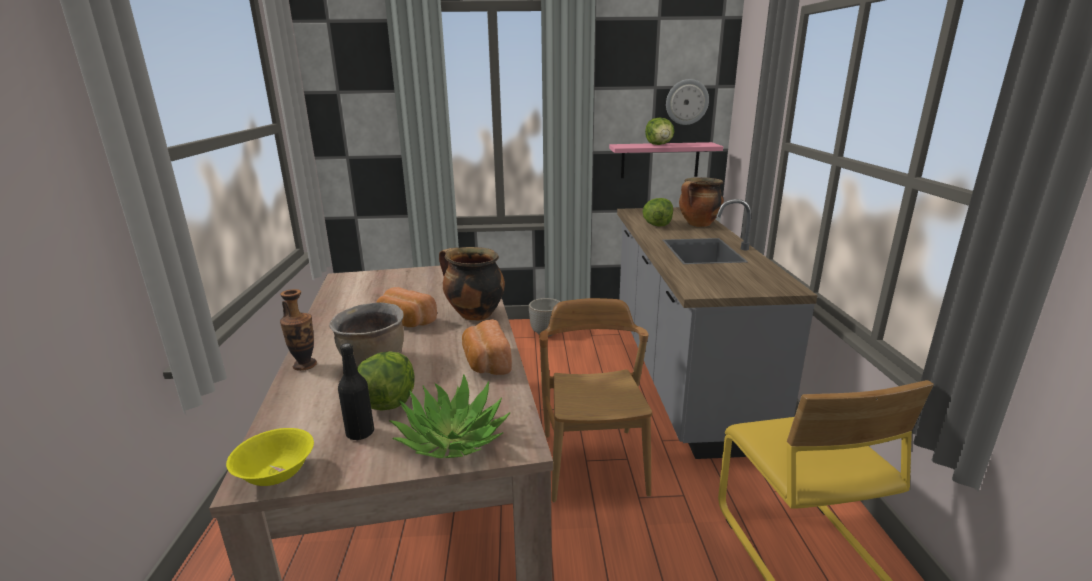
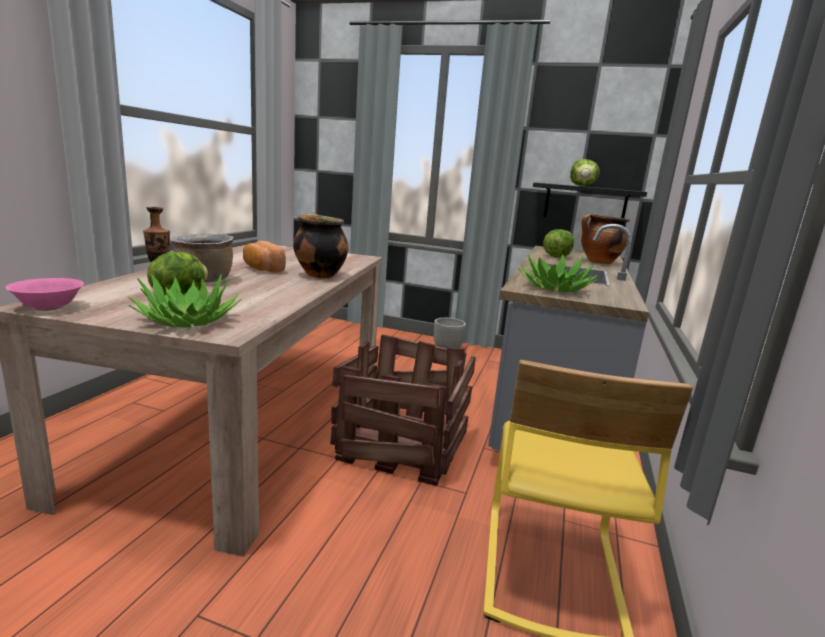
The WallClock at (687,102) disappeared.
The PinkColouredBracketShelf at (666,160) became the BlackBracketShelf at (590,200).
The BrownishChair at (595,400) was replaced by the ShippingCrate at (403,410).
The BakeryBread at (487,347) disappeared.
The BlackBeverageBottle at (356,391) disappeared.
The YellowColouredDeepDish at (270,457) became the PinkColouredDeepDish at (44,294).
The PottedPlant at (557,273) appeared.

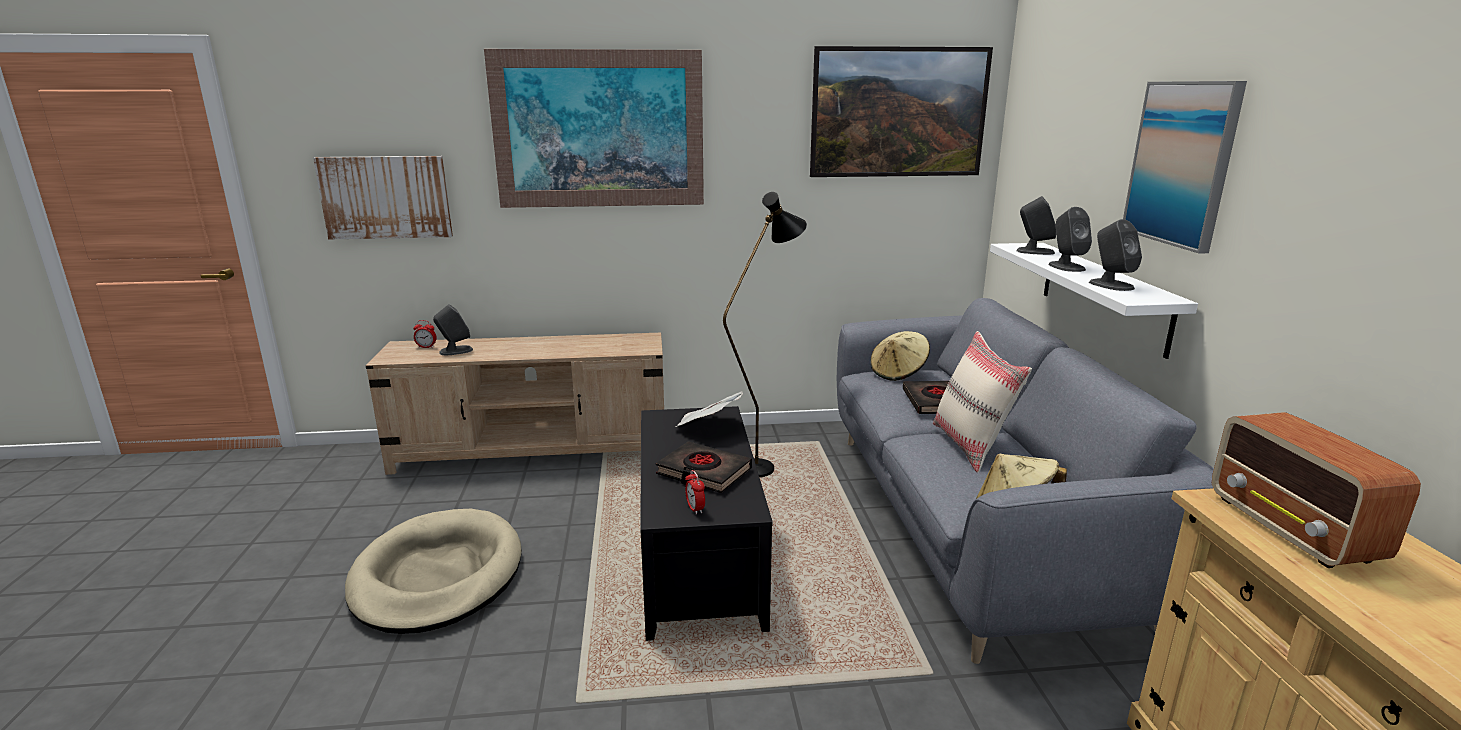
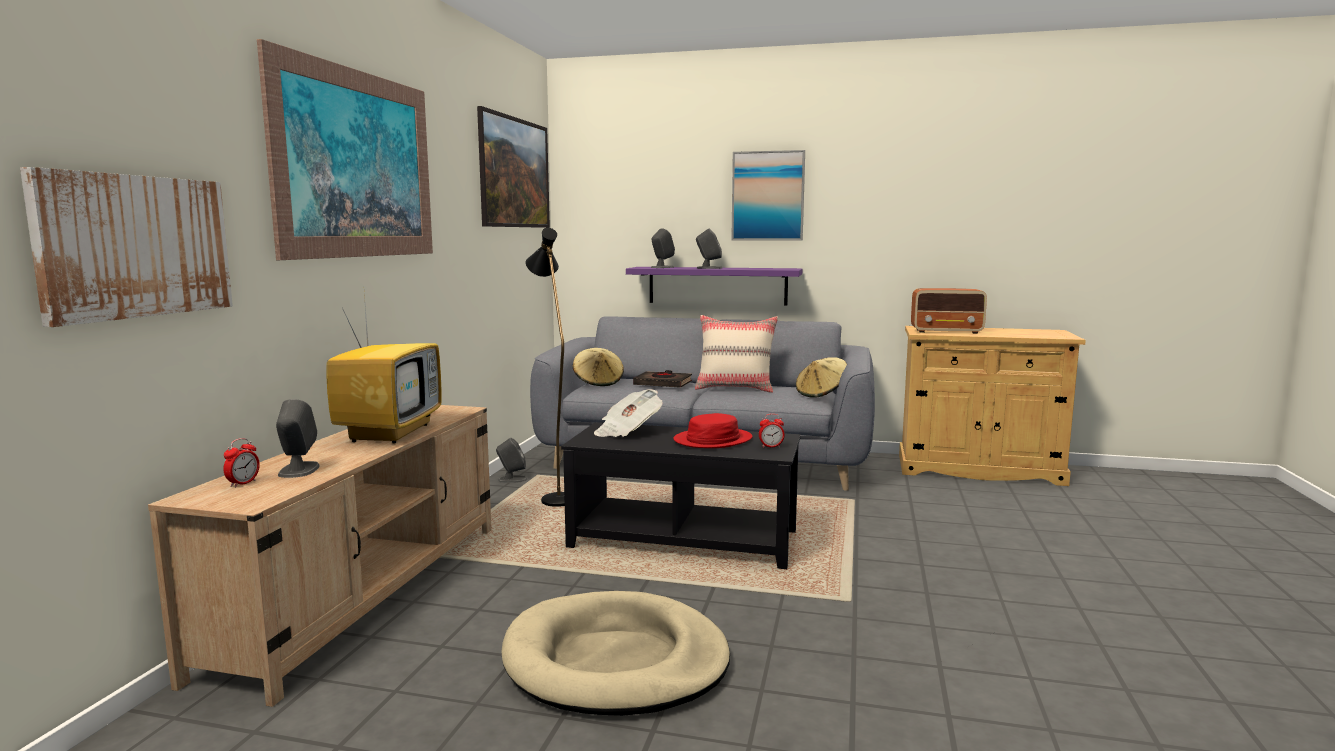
The GreyAudioSpeaker moved from (1115,255) to (511,460).
The WhiteBracketShelf at (1094,301) became the PurpleColouredBracketShelf at (714,286).
The BlackVolume at (704,467) was replaced by the ReddishWearableHat at (713,430).
The Tv at (384,369) appeared.

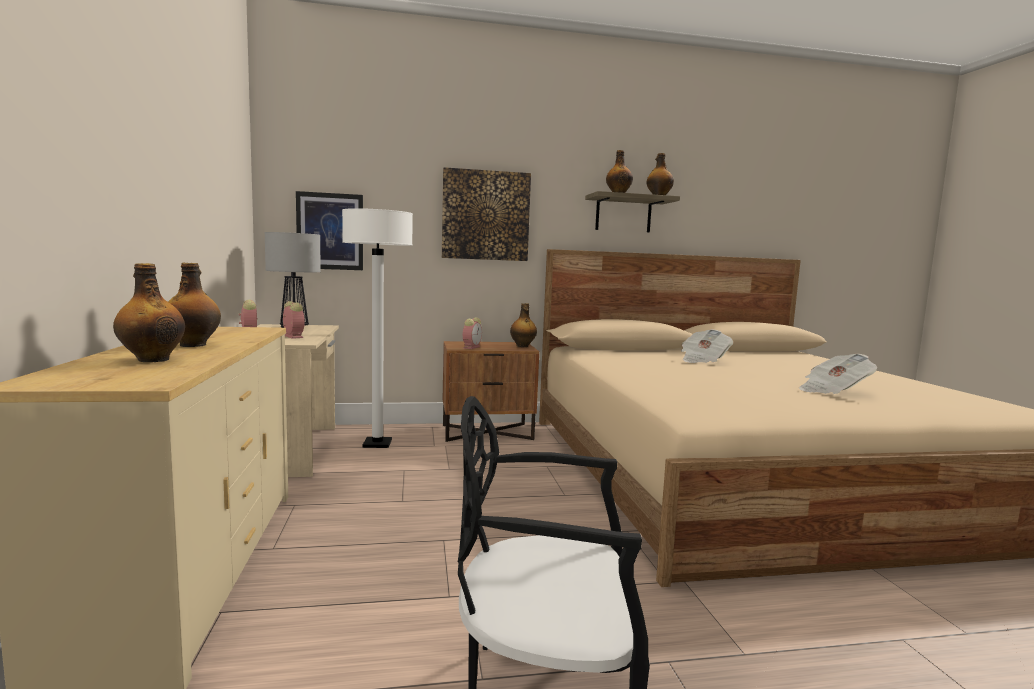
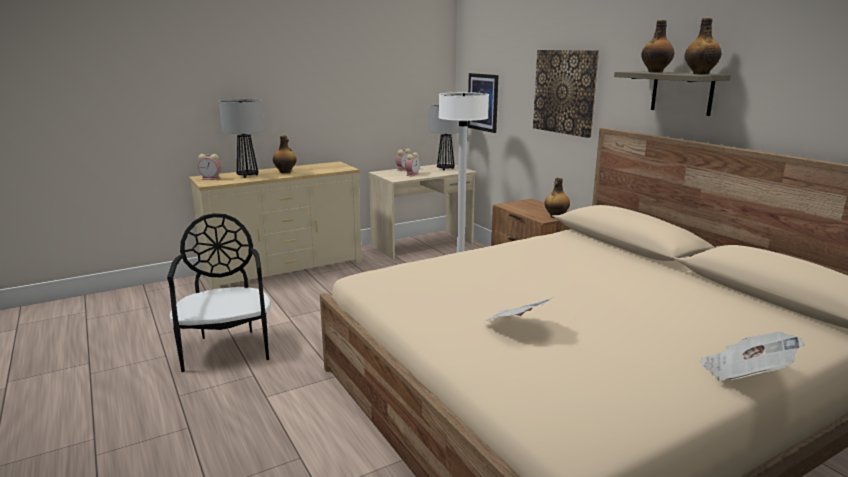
The BeverageBottle at (149,312) was replaced by the TableLamp at (242,138).
The BedsideClock moved from (472,333) to (209,167).
The DailyPaper moved from (707,346) to (752,356).

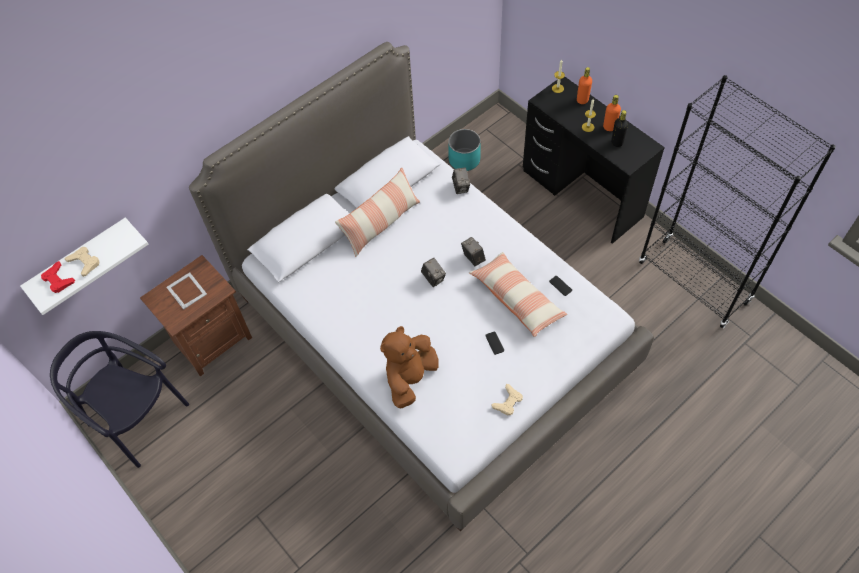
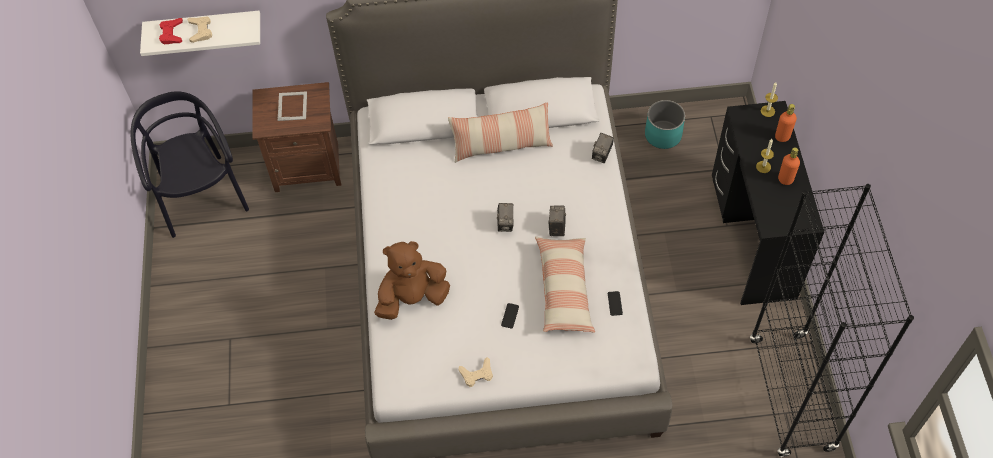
The BlackBeverageBottle at (619,128) disappeared.

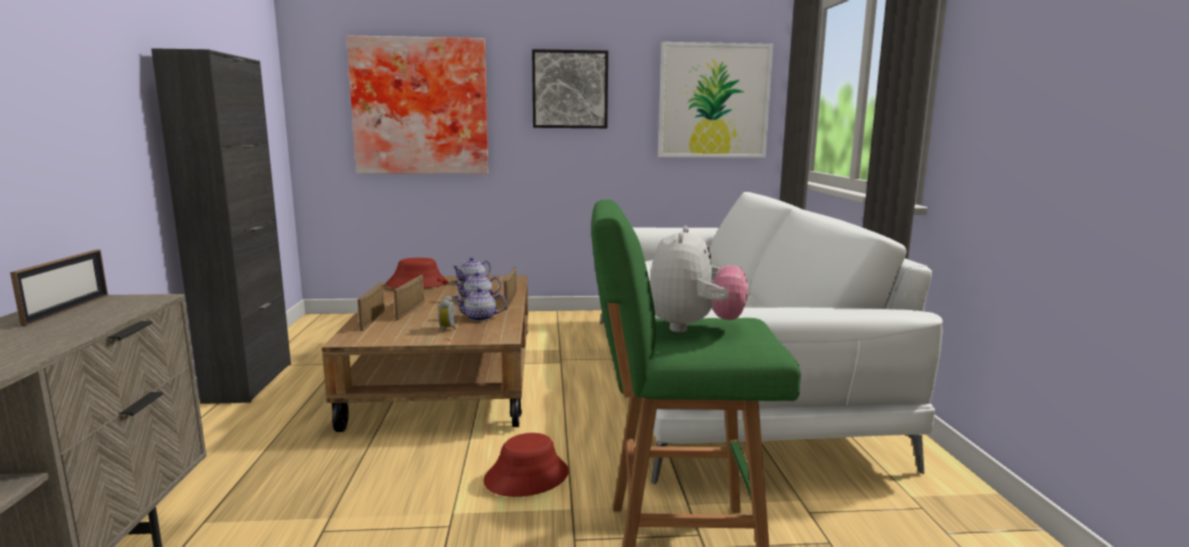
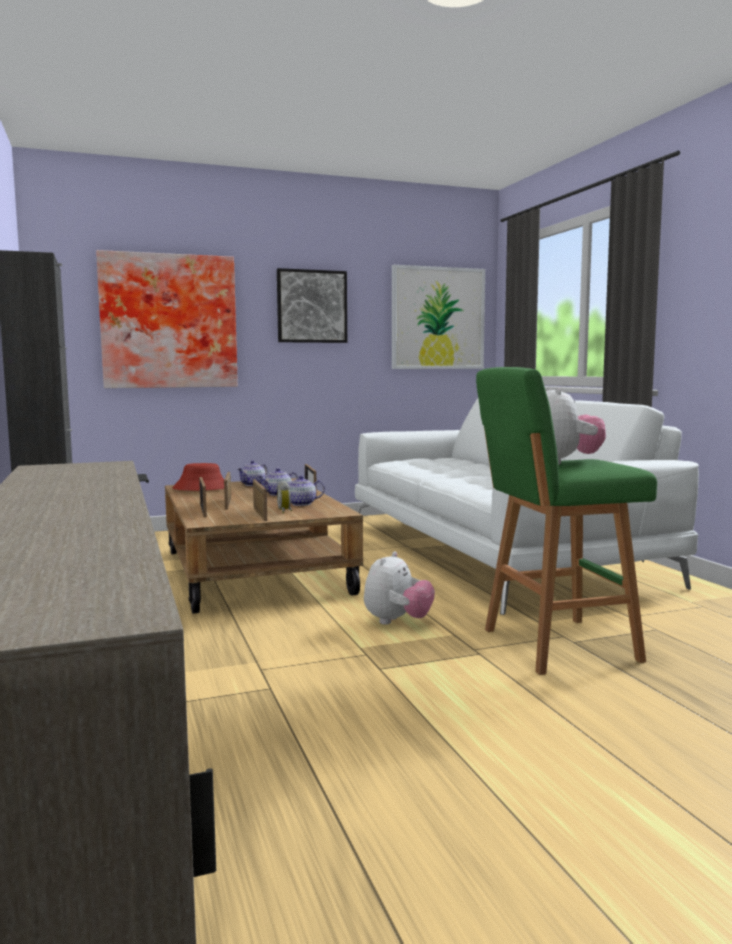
The StandingFrame moved from (59,287) to (260,500).
The ReddishWearableHat at (526,465) was replaced by the SoftToy at (399,588).

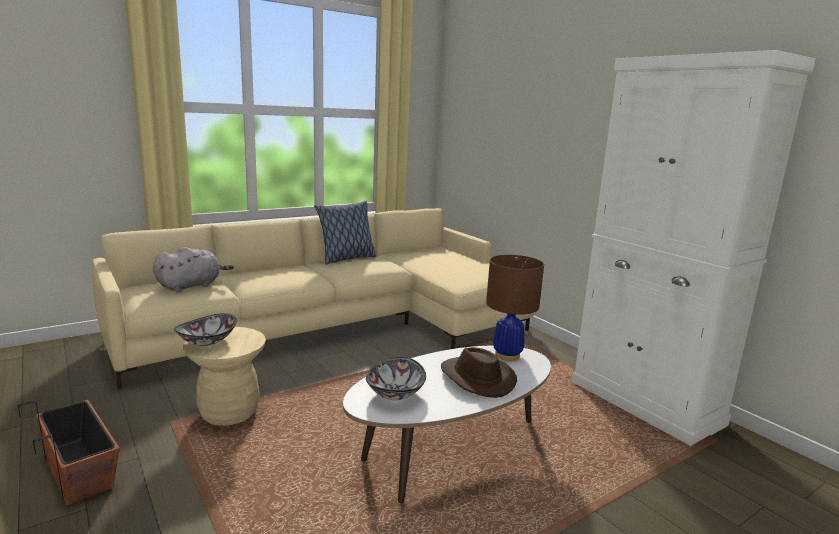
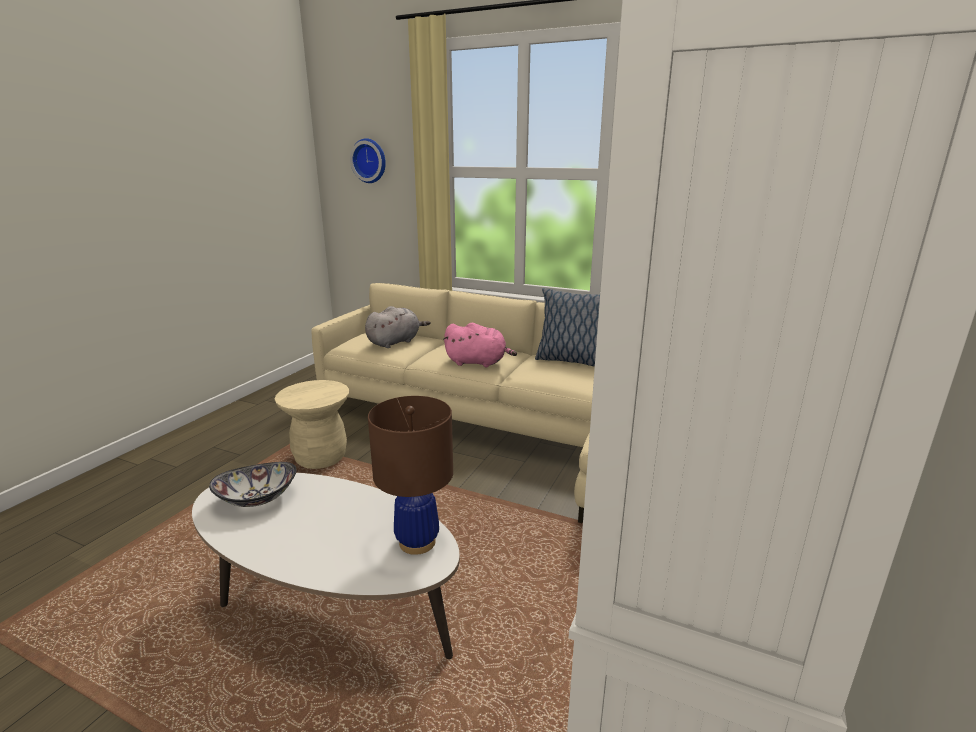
The GreySoftToy at (193,269) turned 60 degrees counterclockwise.
The DeepDish at (205,329) disappeared.
The BrownishWearableHat at (479,372) disappeared.
The FlowerPot at (69,452) disappeared.
The WallClock at (368,160) appeared.
The PinkColouredSoftToy at (480,345) appeared.

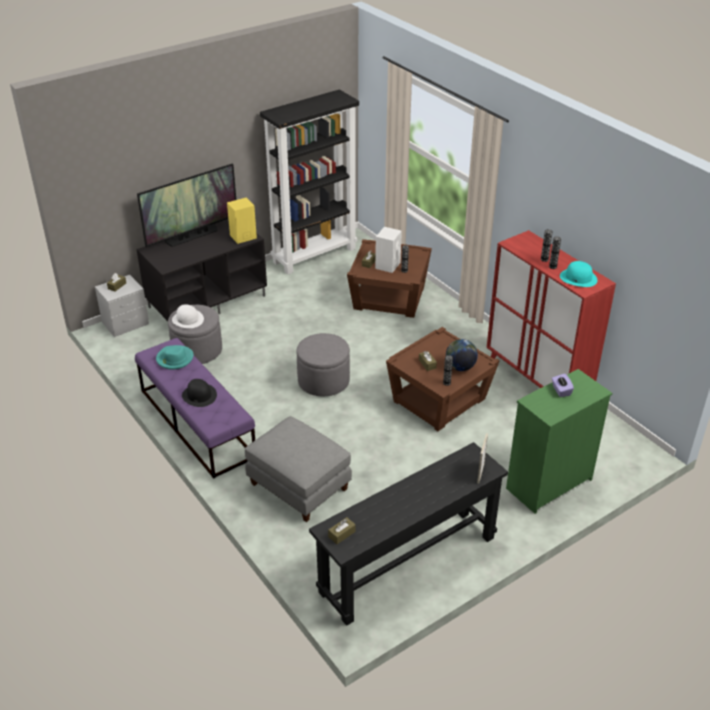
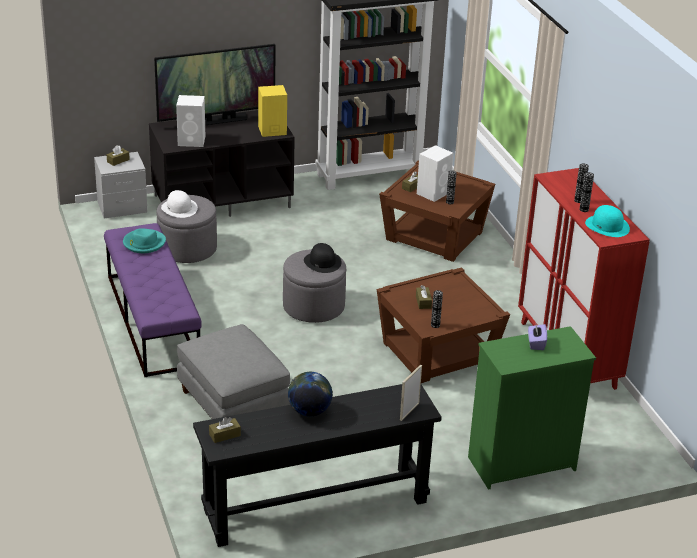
The DeskGlobe moved from (462,355) to (310,394).
The BlackWearableHat moved from (199,393) to (323,258).
The WhiteAudioSpeaker at (190,121) appeared.

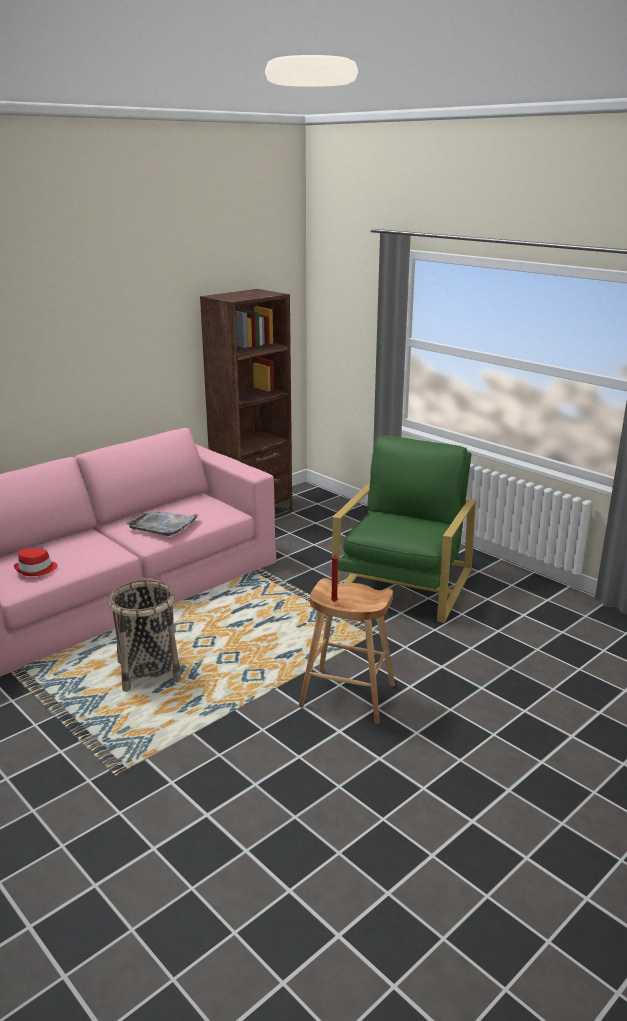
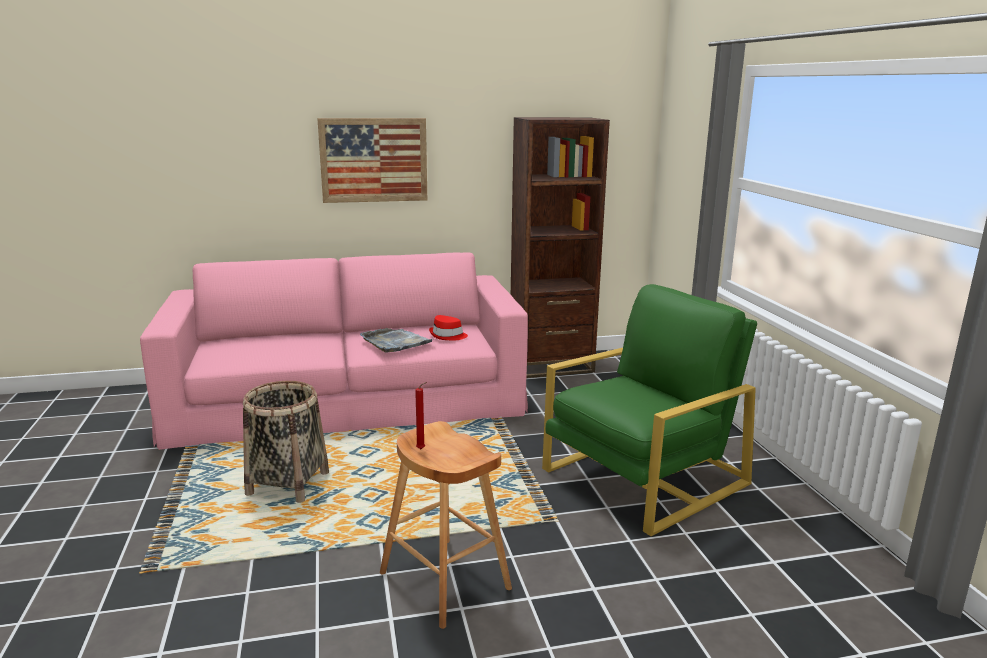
The ReddishWearableHat moved from (36,562) to (448,328).
The Picture at (372,160) appeared.

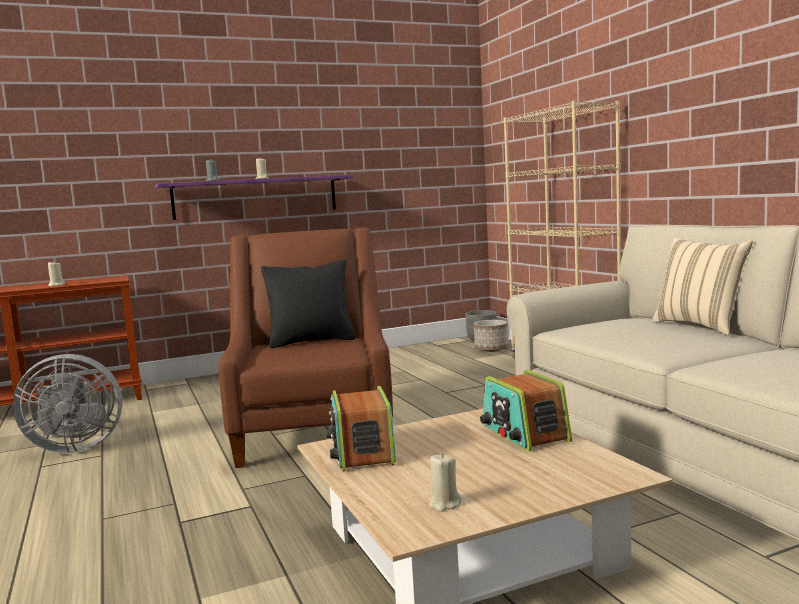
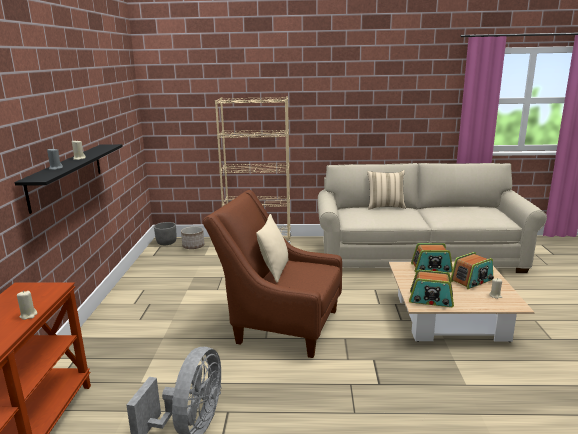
The PurpleColouredBracketShelf at (254,197) became the BlackBracketShelf at (68,179).
The BlackThrowPillow at (308,303) became the SandColouredThrowPillow at (272,248).
The Radio at (472,270) appeared.

